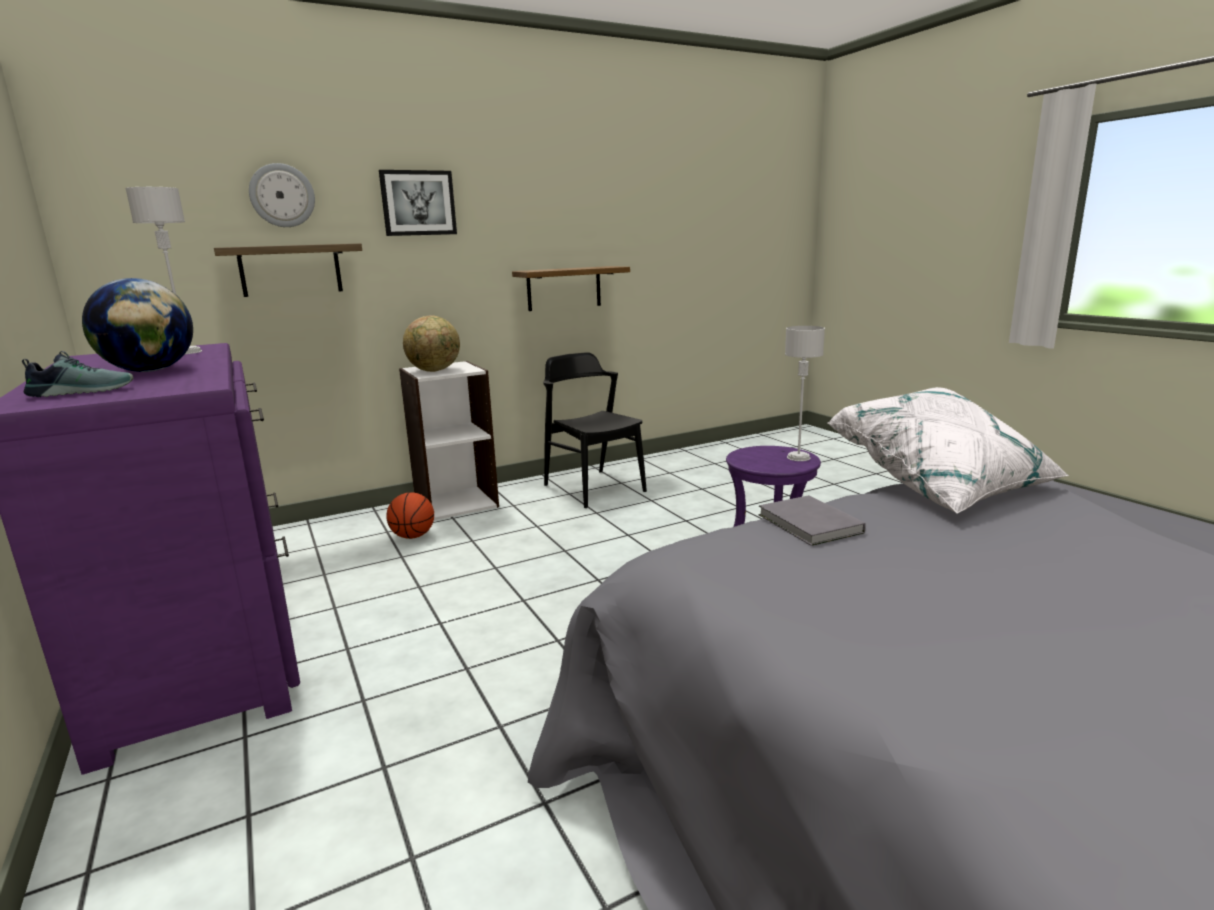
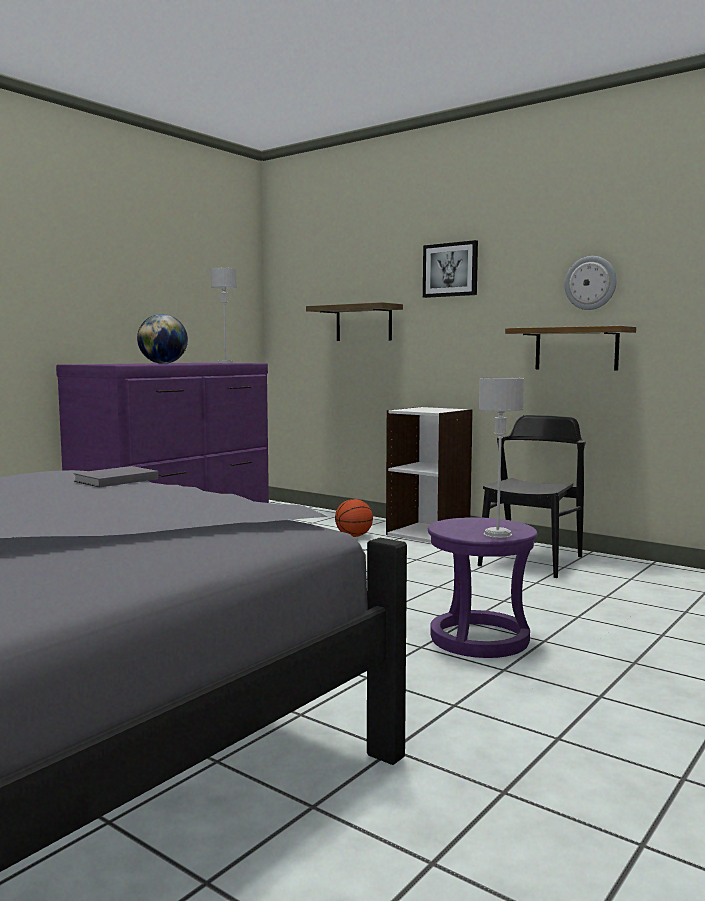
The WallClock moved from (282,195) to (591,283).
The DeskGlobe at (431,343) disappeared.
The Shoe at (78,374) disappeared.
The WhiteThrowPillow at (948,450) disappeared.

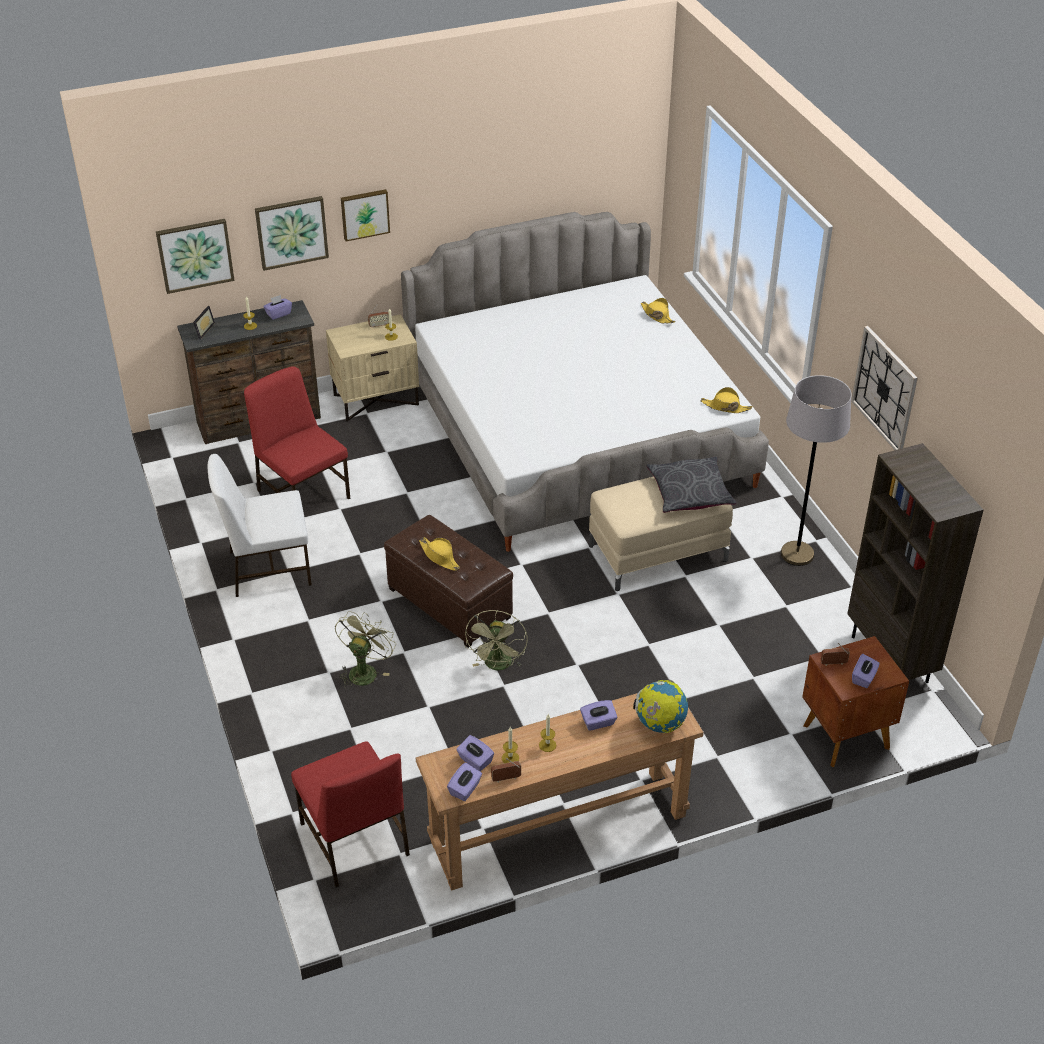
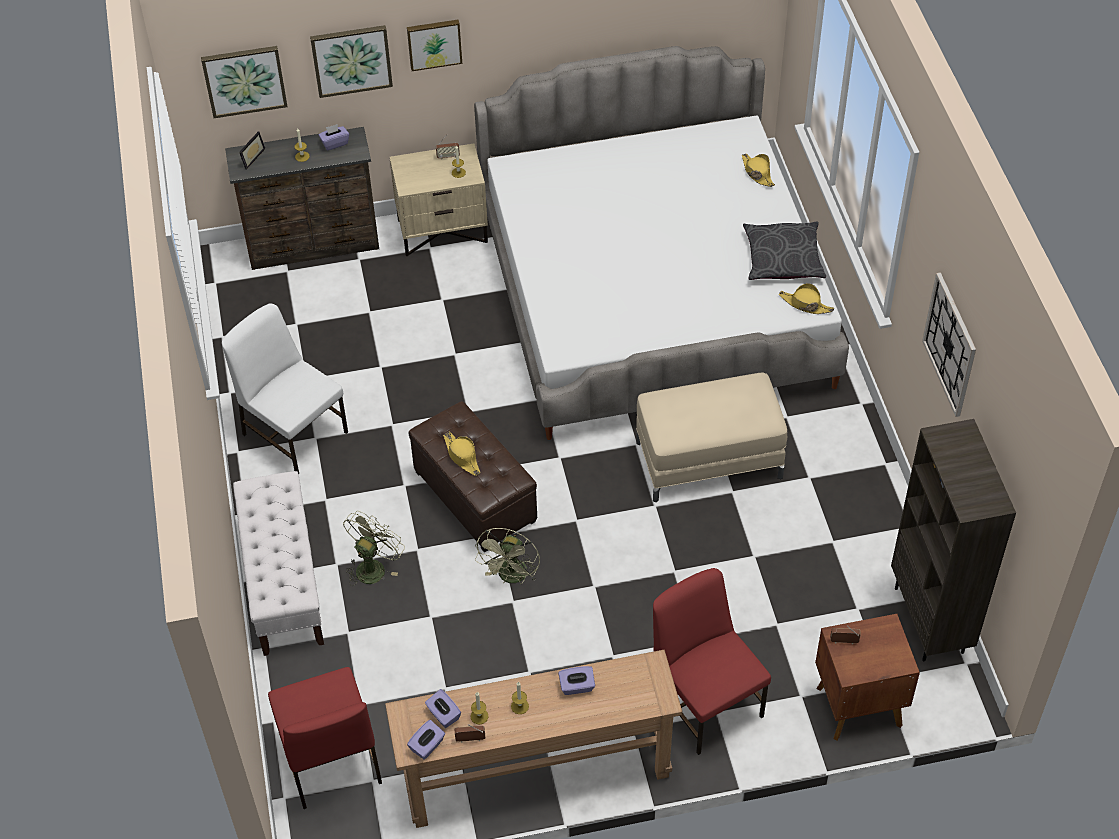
The ReddishChair moved from (297,432) to (712,661).
The GreyStandingLamp at (816,470) disappeared.
The WhiteChair at (260,525) turned 45 degrees clockwise.
The GreyThrowPillow moved from (691,484) to (784,251).
The PurpleColouredBoxOfTissues at (866,671) disappeared.
The DeskGlobe at (660,706) disappeared.
The WhiteBench at (278,563) appeared.

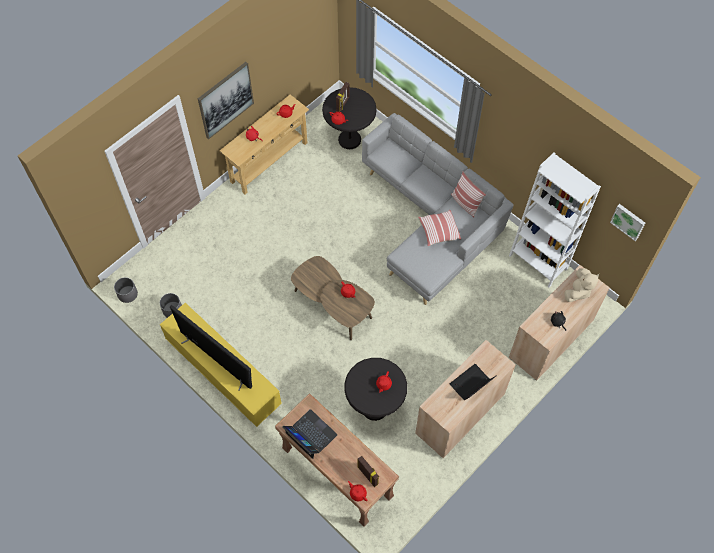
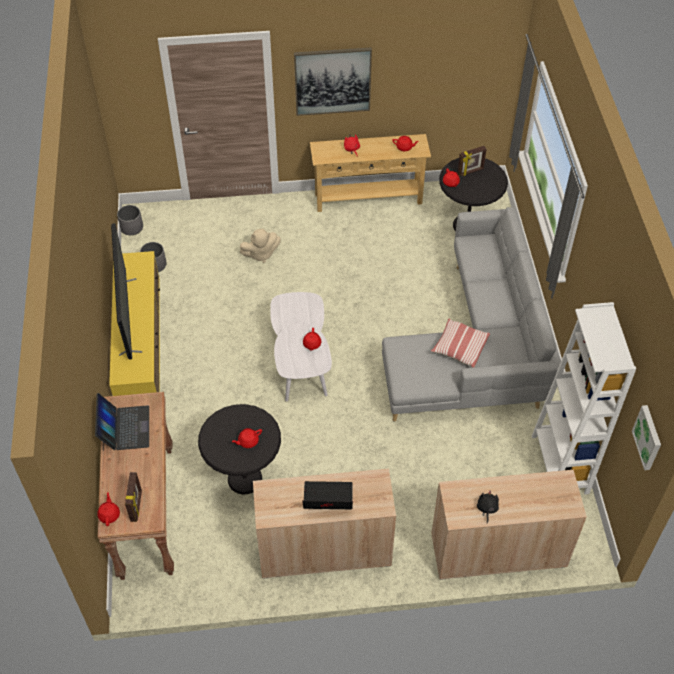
The ThrowPillow at (468,194) disappeared.
The BrownishLoungeTable at (333,298) became the WhiteLoungeTable at (301,347).
The SandColouredSoftToy moved from (581,285) to (260,246).

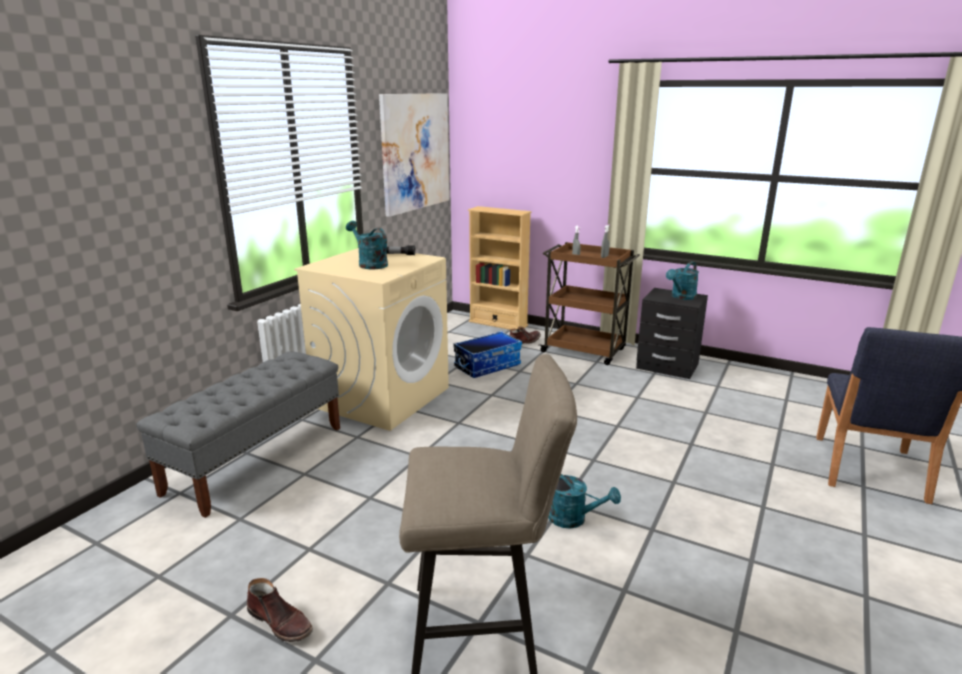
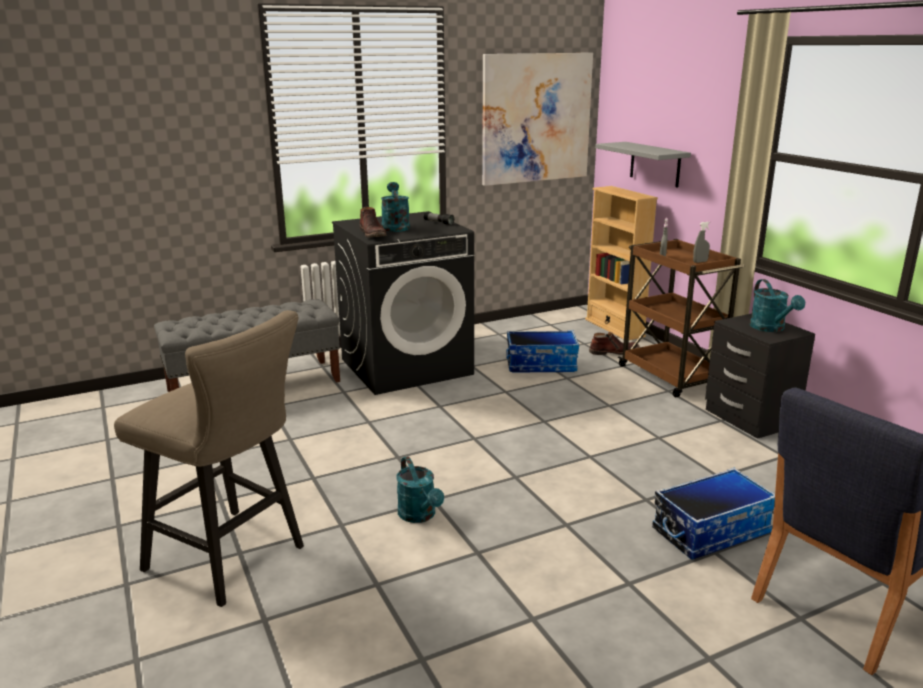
The SandColouredLaundryMachine at (371,339) became the BlackLaundryMachine at (403,303).
The TurquoiseColouredWateringPot at (682,281) turned 90 degrees counterclockwise.
The BrownishBoot moved from (280,610) to (373,222).
The GreyBracketShelf at (643,165) appeared.
The StorageBin at (713,514) appeared.

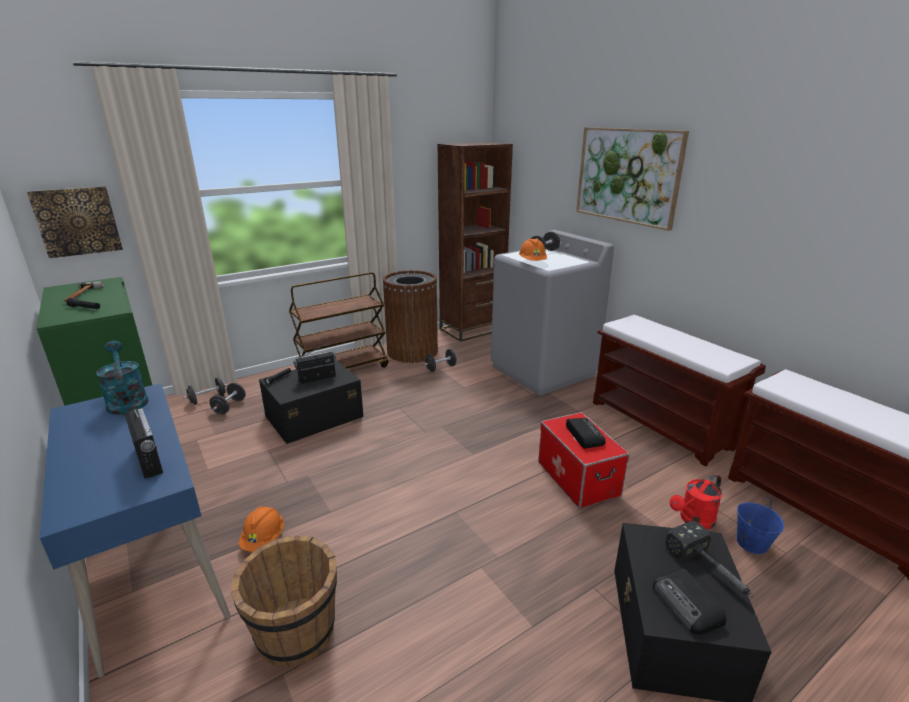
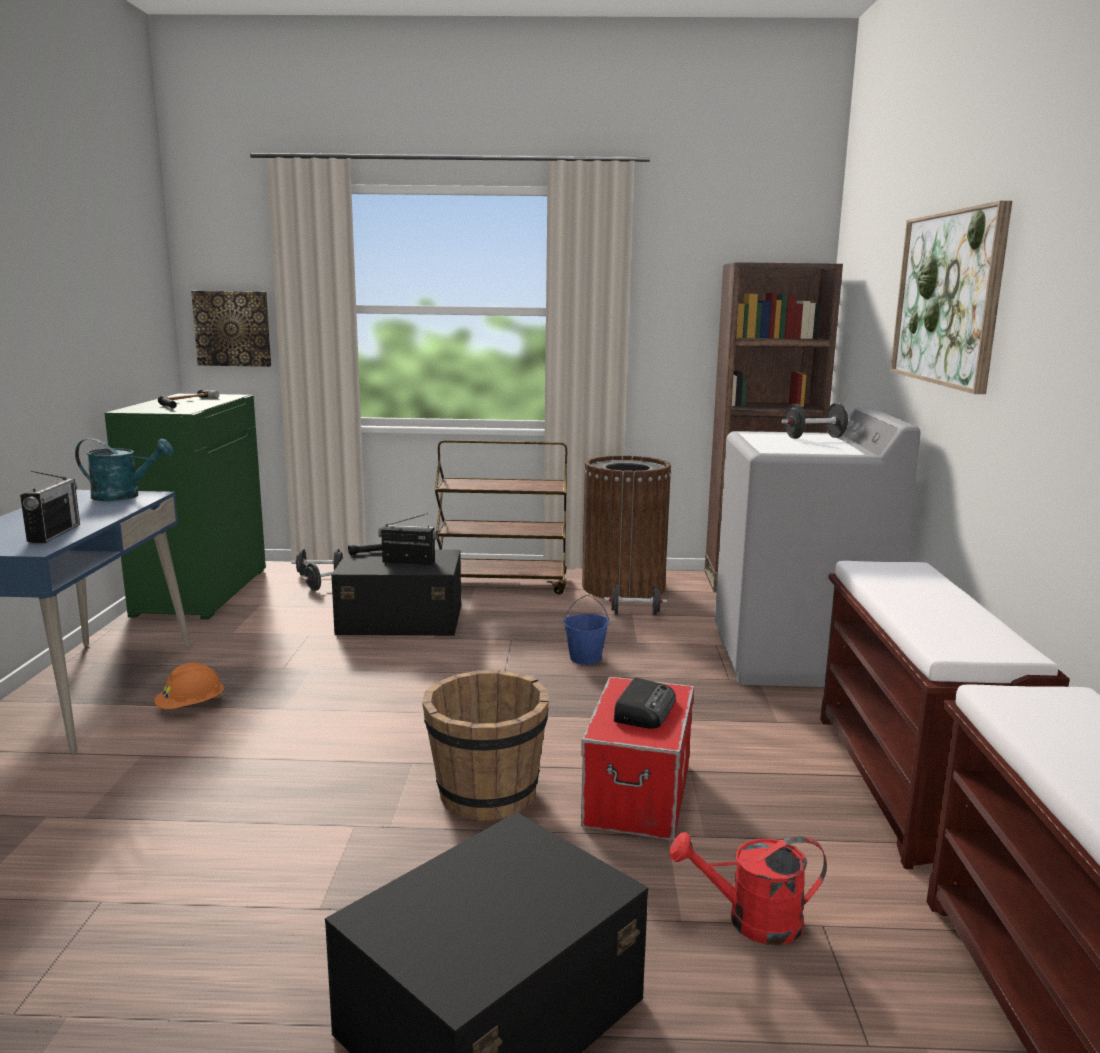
The OrangeySafetyHelmet at (533,249) disappeared.
The TurquoiseColouredWateringPot at (122,378) turned 90 degrees clockwise.
The BlueBucket moved from (760,525) to (586,630).
The ToolHammer at (709,559) disappeared.
The BrownishBucket moved from (284,601) to (485,745).
The Radio at (690,601) disappeared.

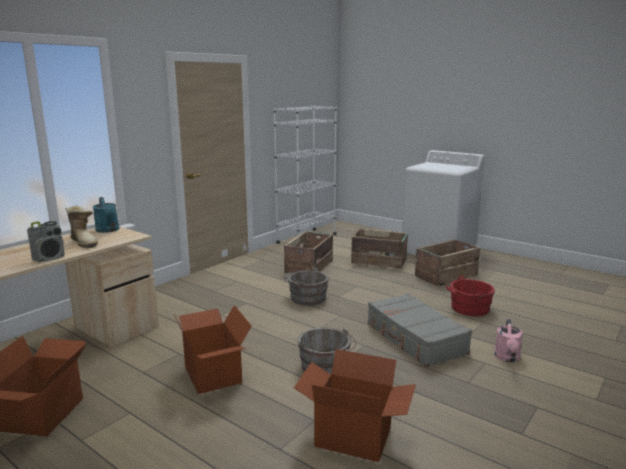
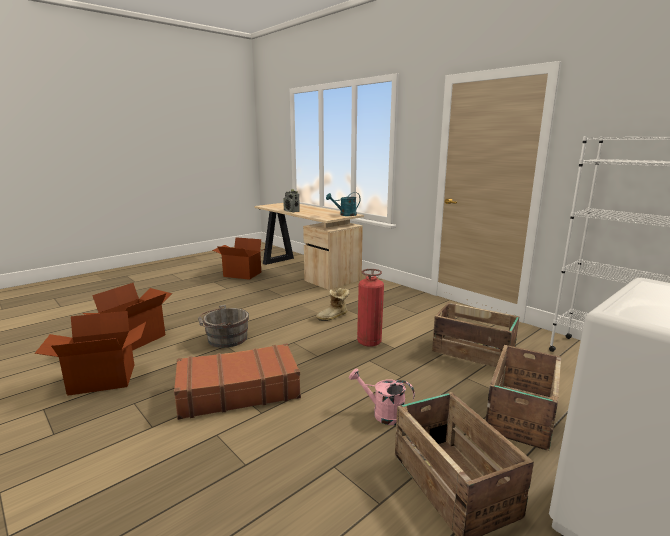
The Boot moved from (82,227) to (332,304).
The GreyBucket at (306,286) was replaced by the FireExtinguisher at (370,308).
The ReddishBucket at (470,296) disappeared.
The GreySuitcase at (420,330) became the BrownishSuitcase at (237,381).
The CardboardBox moved from (213,349) to (90,353).
The PinkColouredWateringPot moved from (508,340) to (382,396).

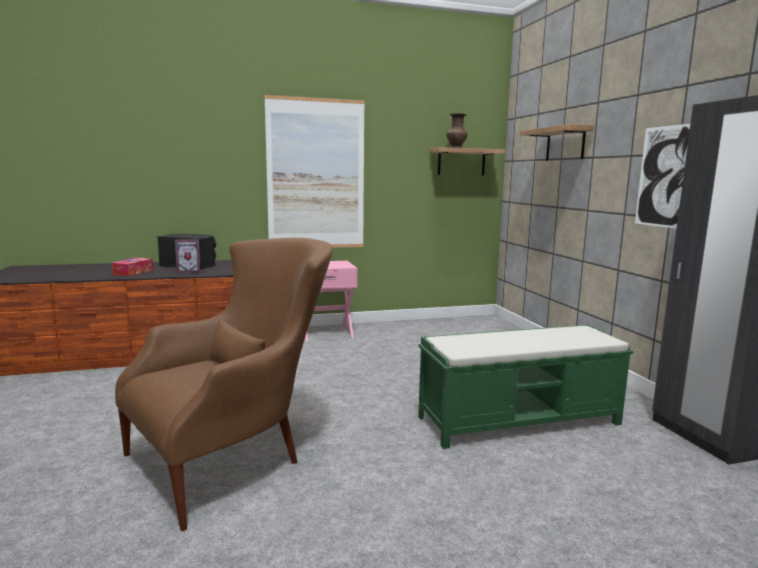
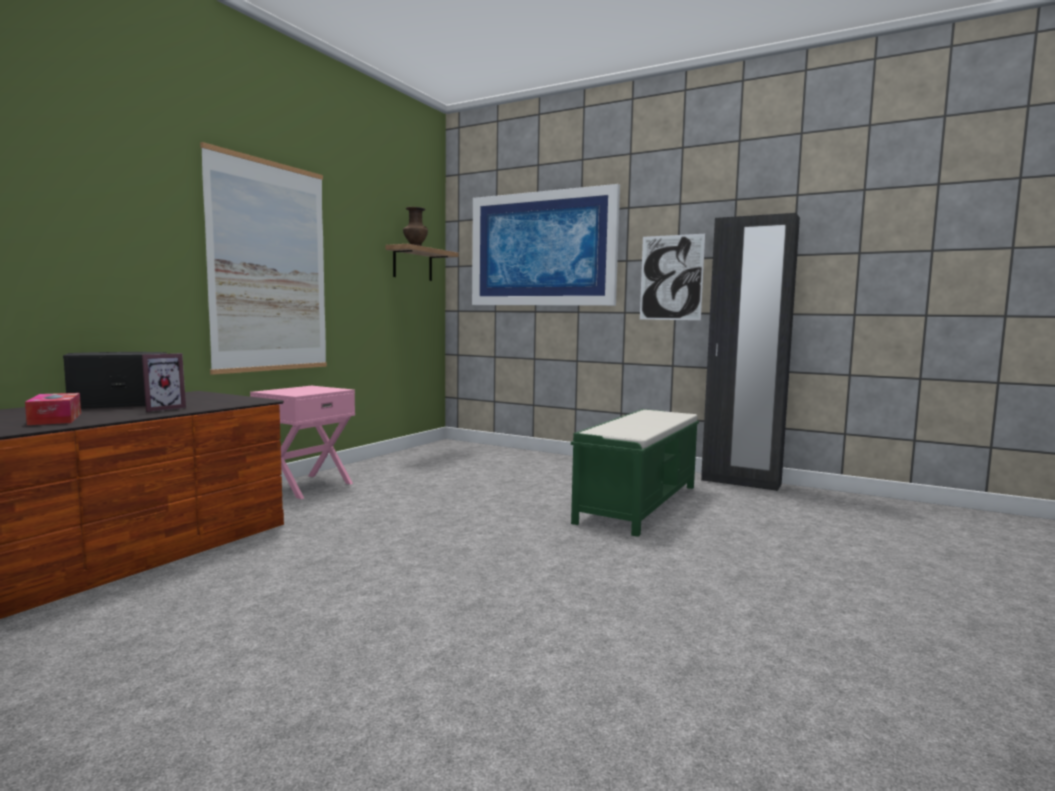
The BracketShelf at (557,142) was replaced by the Picture at (546,245).
The BrownishLoungeChair at (224,384) disappeared.

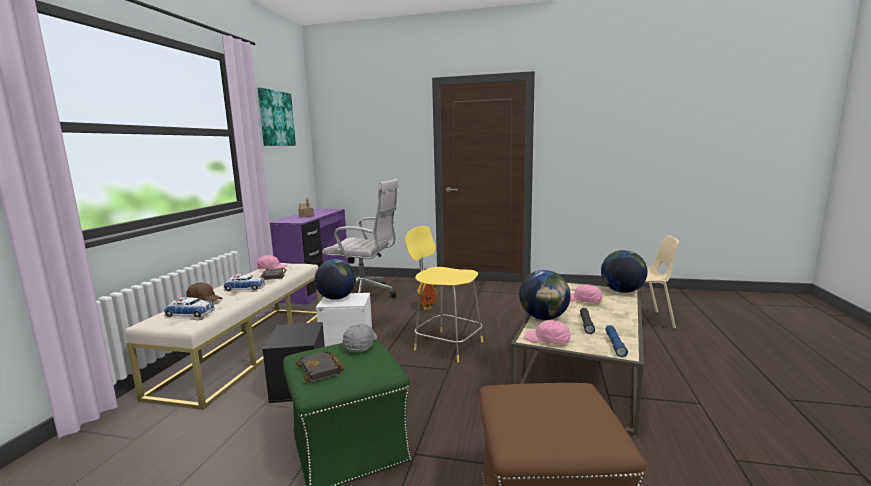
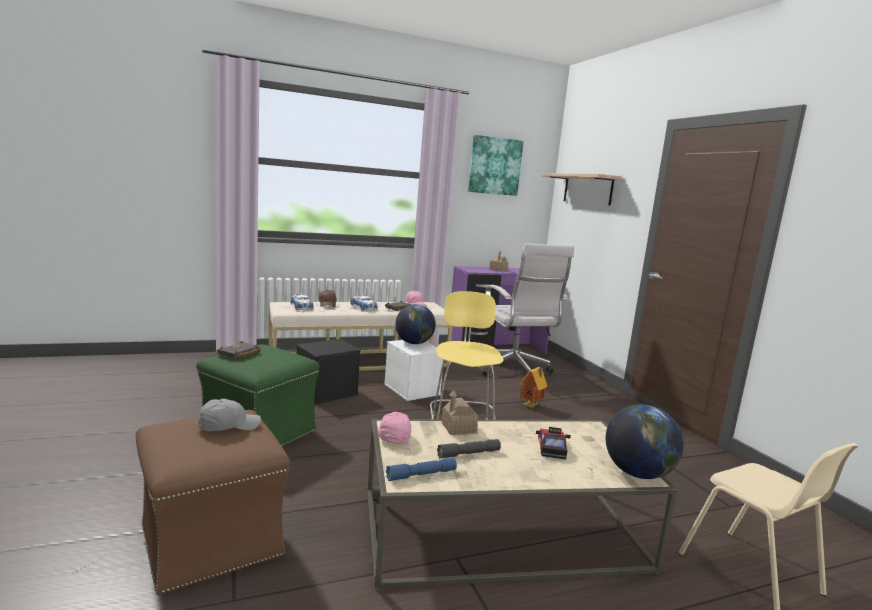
The DeskGlobe at (545,295) was replaced by the ToyHouse at (460,413).
The PinkColouredBaseballCap at (586,294) was replaced by the ModelCar at (553,443).
The GreyBaseballCap moved from (360,338) to (229,415).
The BracketShelf at (581,189) appeared.

